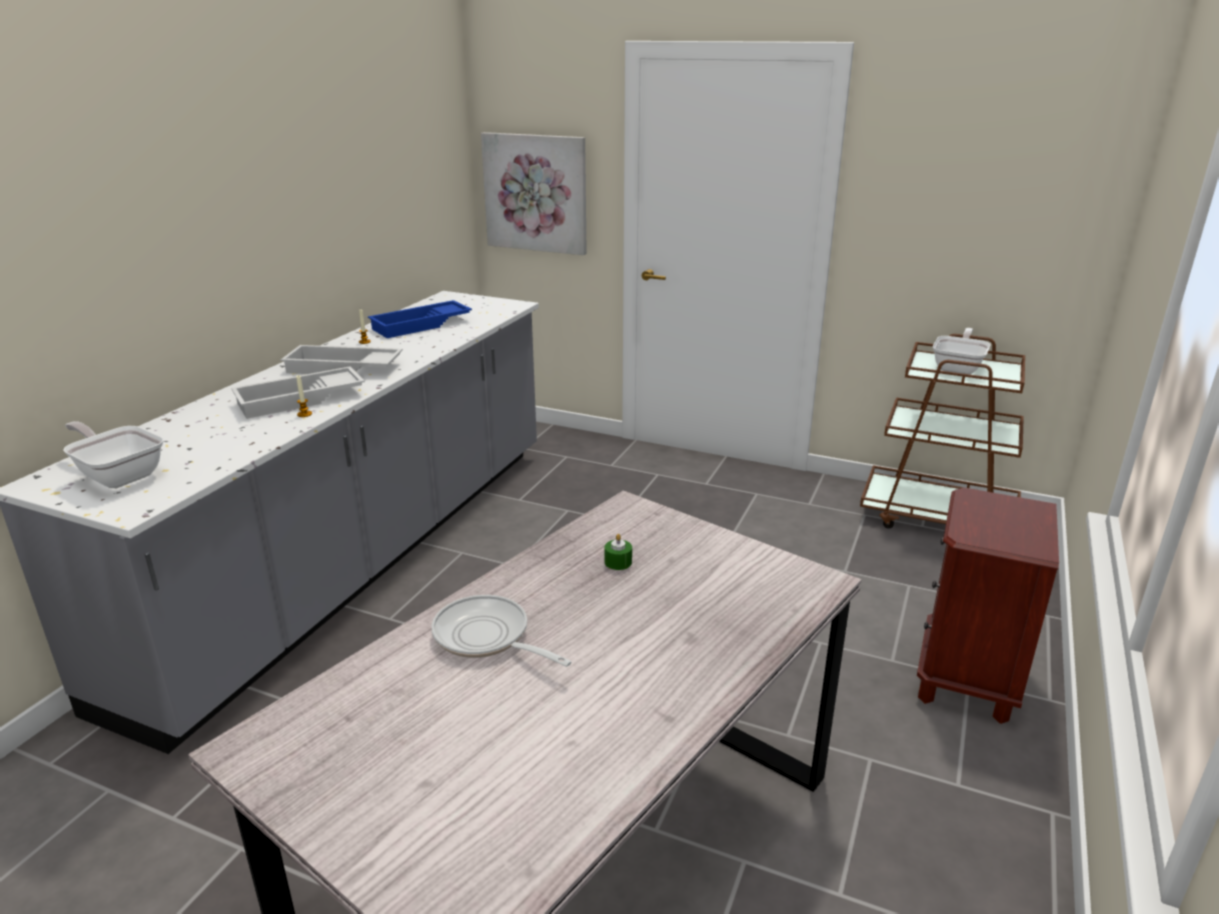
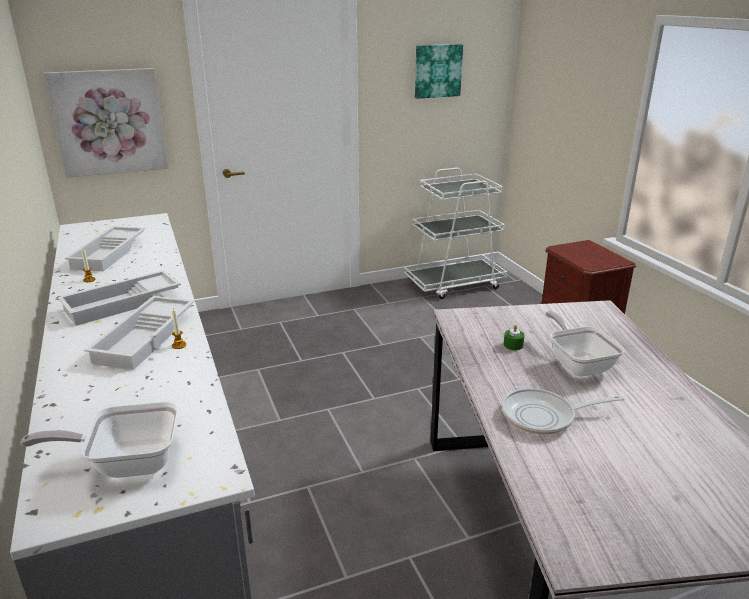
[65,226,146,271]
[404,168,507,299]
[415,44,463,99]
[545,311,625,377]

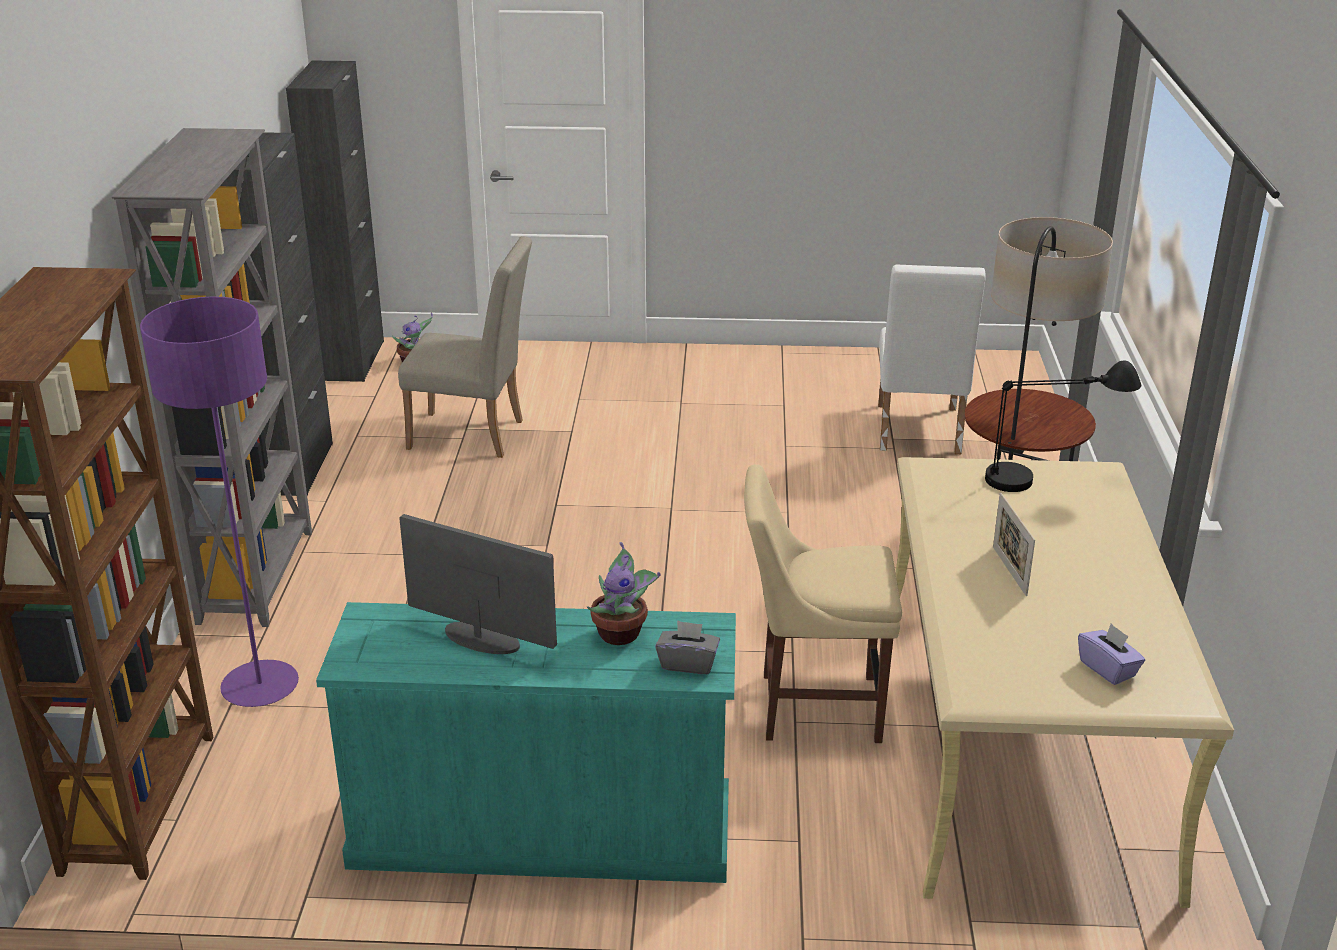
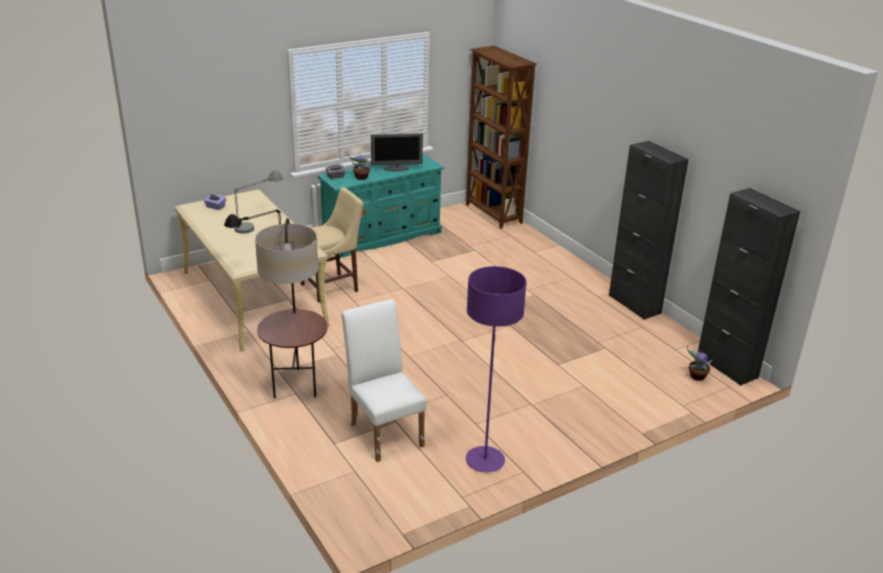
[234,169,283,234]
[466,266,526,472]
[112,128,312,627] (first image)
[398,236,532,458] (first image)

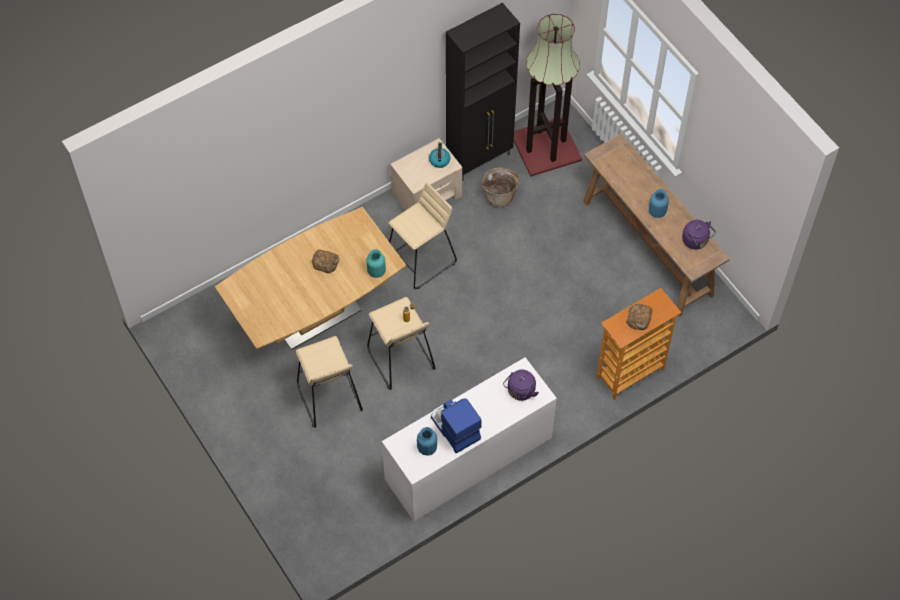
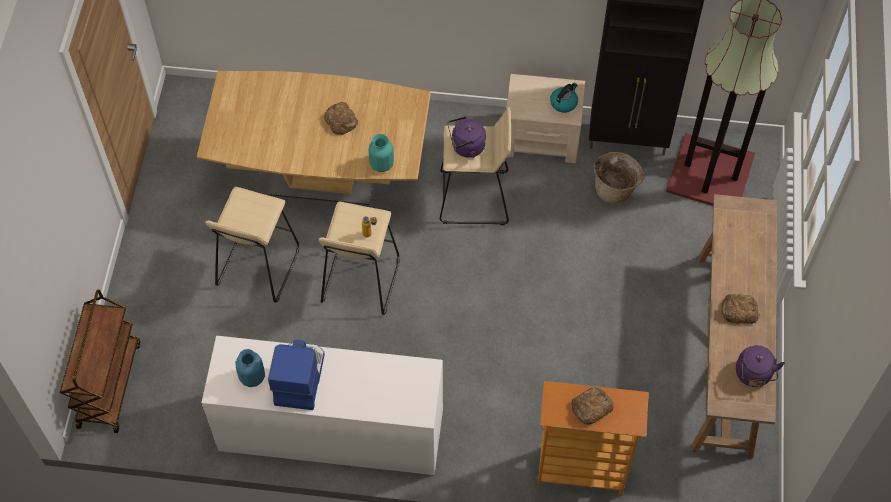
[60,290,140,433]
[447,116,486,158]
[721,294,760,324]

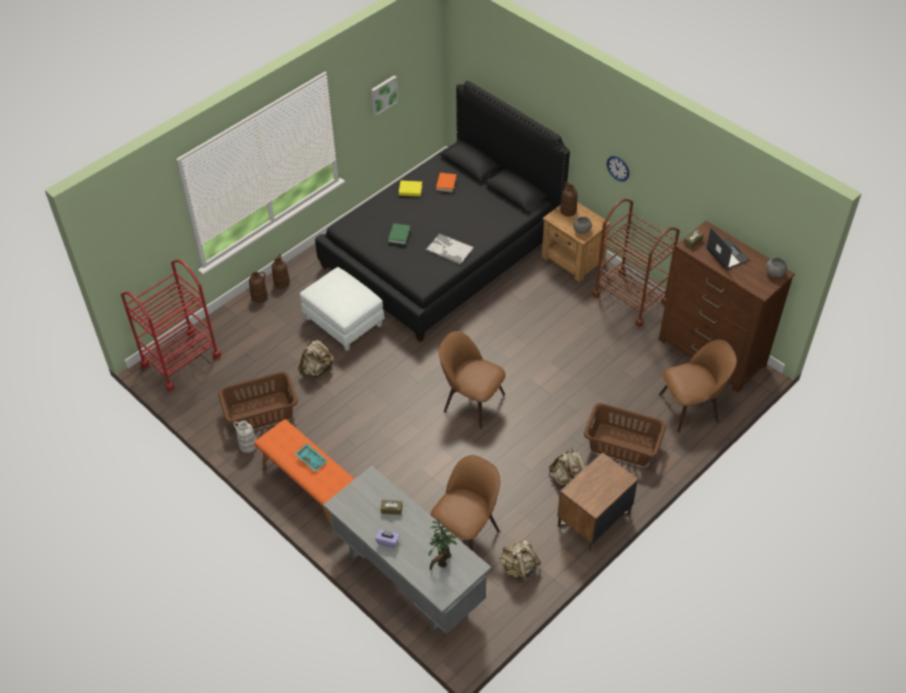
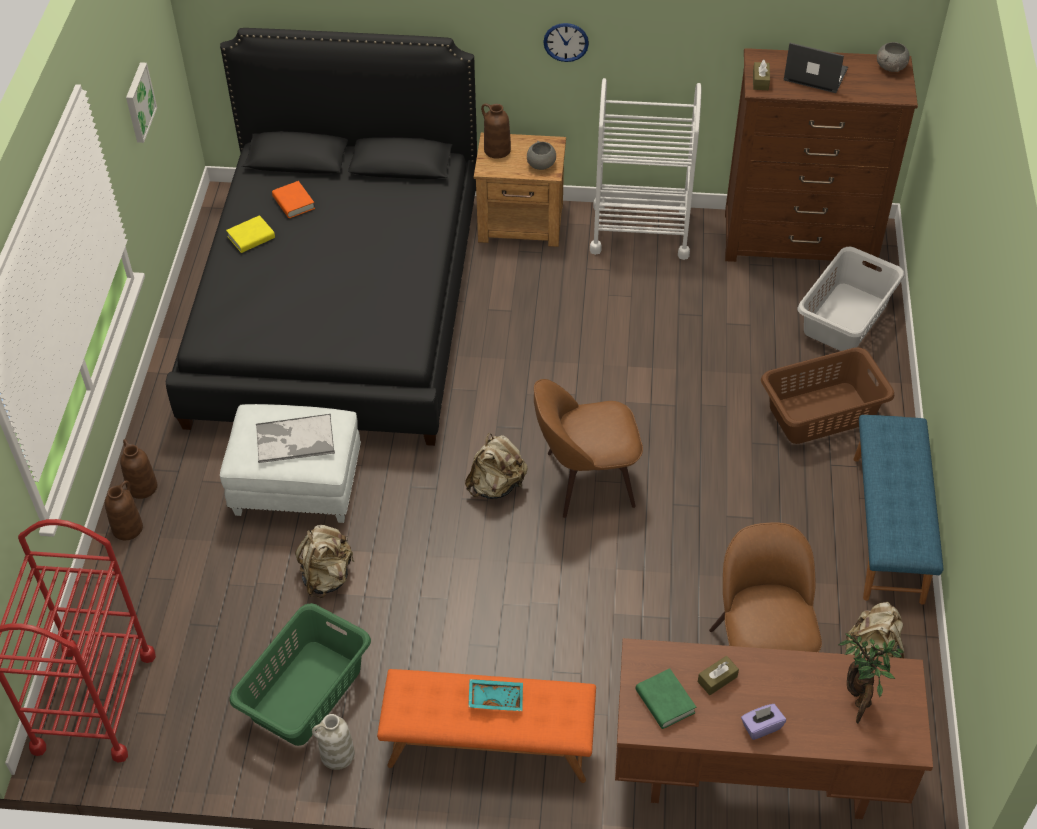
[229,603,371,746]
[256,414,335,463]
[465,433,528,499]
[590,78,701,260]
[615,638,933,819]
[636,668,696,729]
[797,247,904,351]
[853,415,943,605]

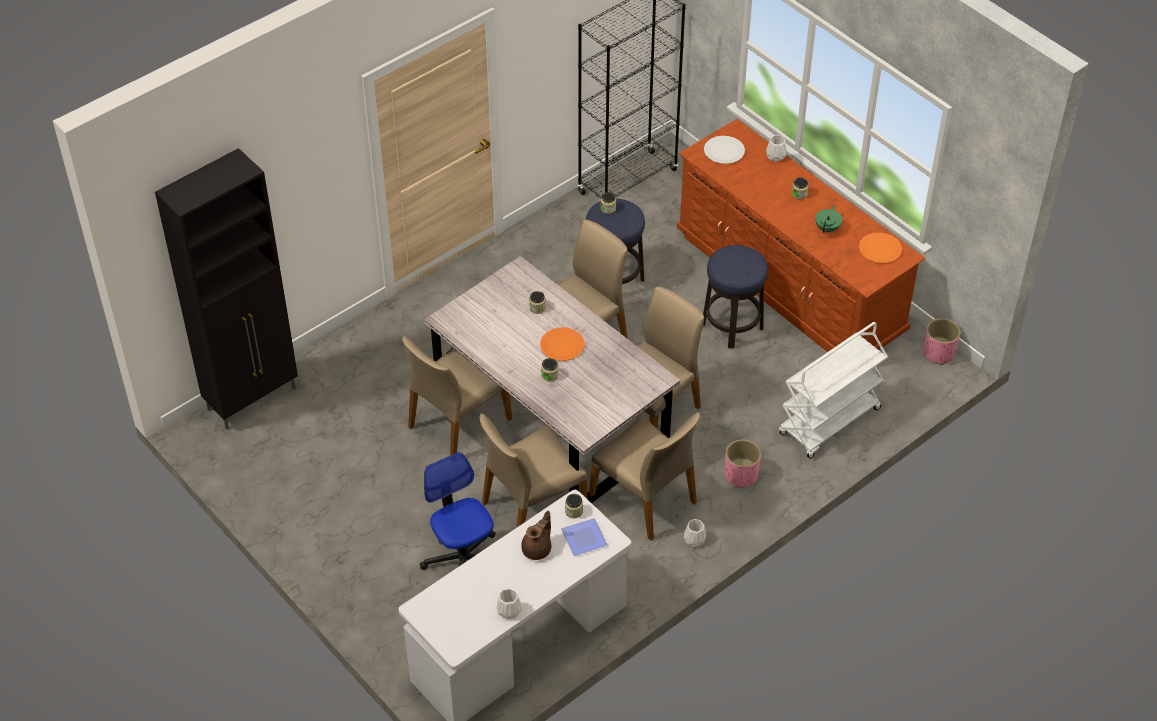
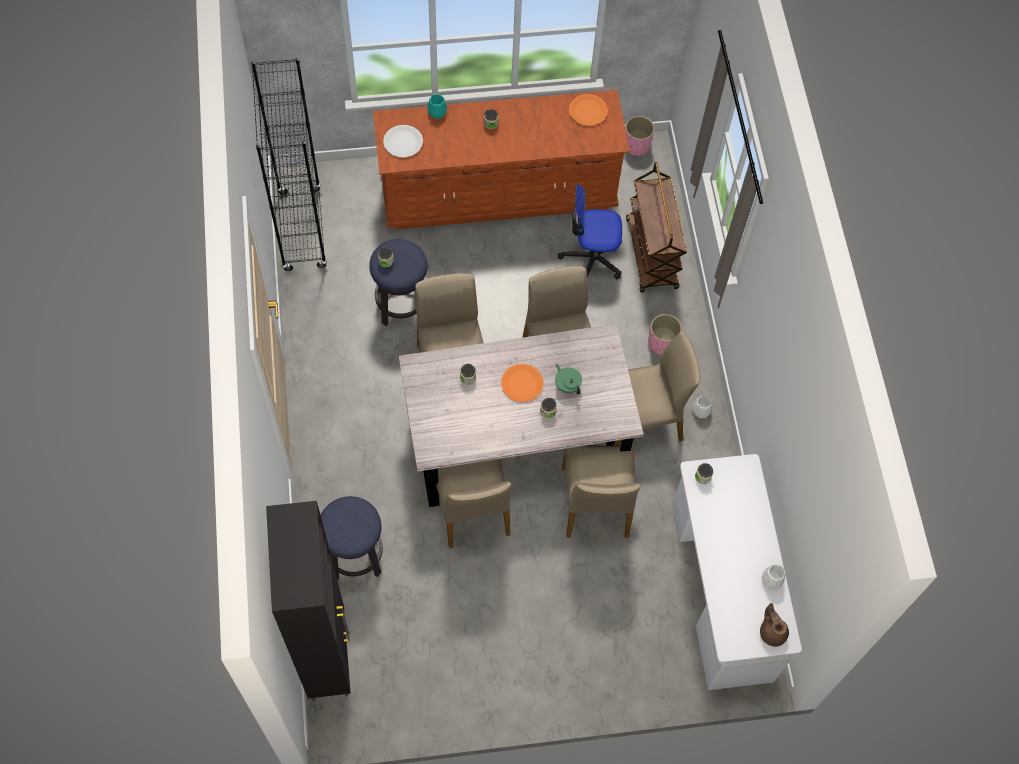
[321,496,383,581]
[427,94,447,119]
[555,364,582,395]
[558,184,622,280]
[626,162,687,293]
[760,603,789,647]
[561,518,608,556] (first image)

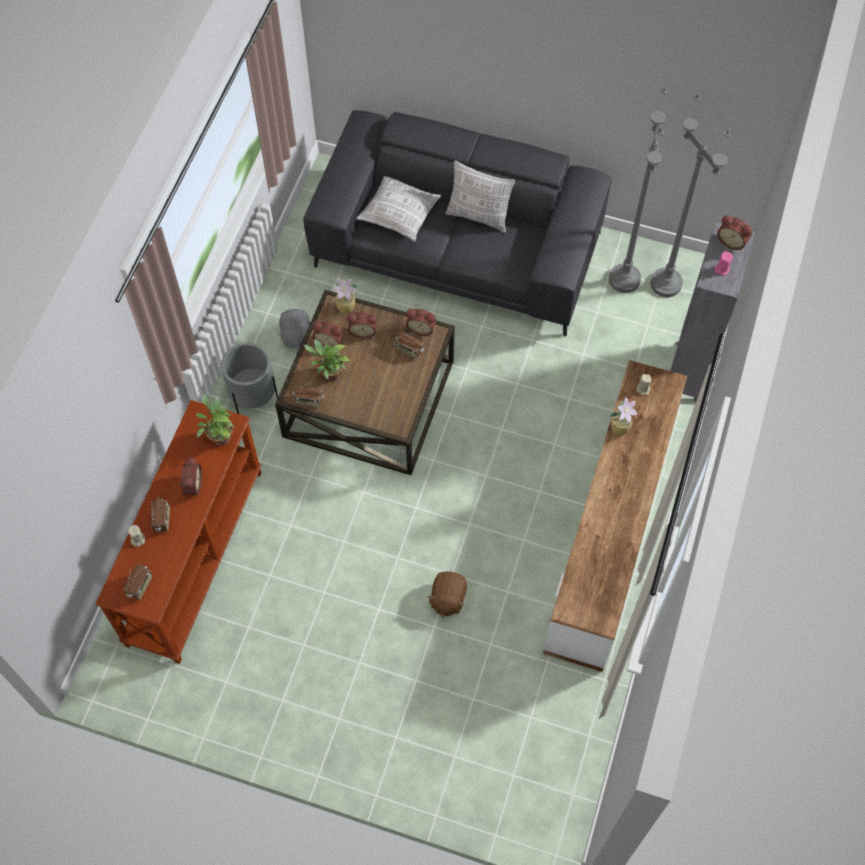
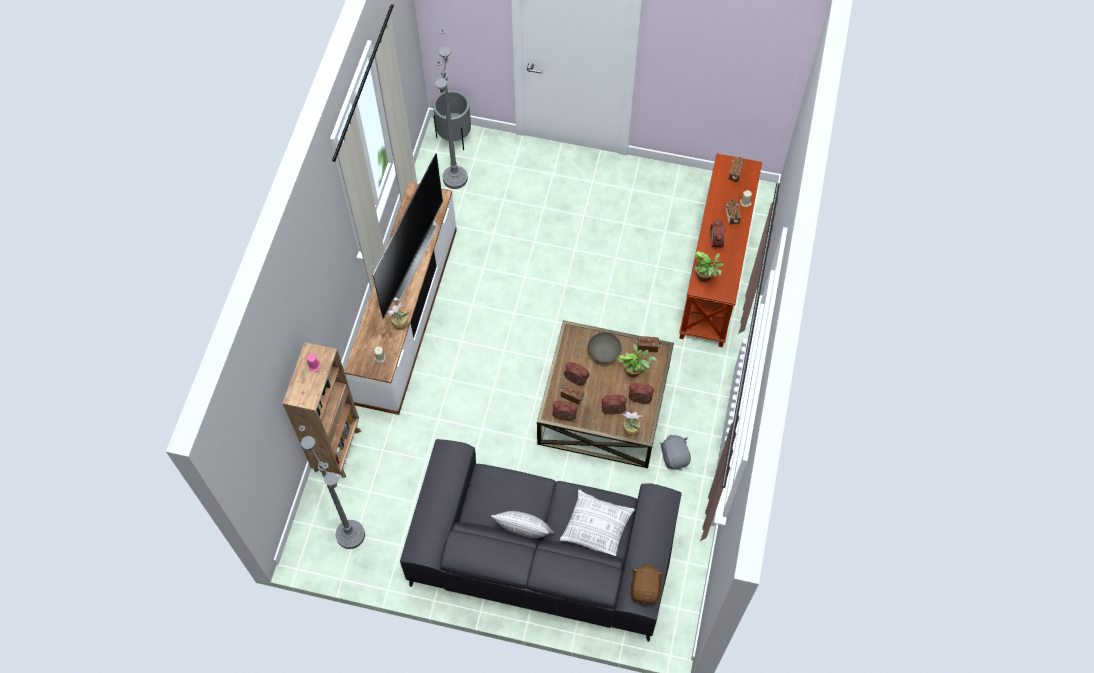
[283,342,361,478]
[372,153,443,319]
[433,91,471,150]
[435,28,468,189]
[564,362,590,386]
[588,333,621,363]
[631,563,664,605]

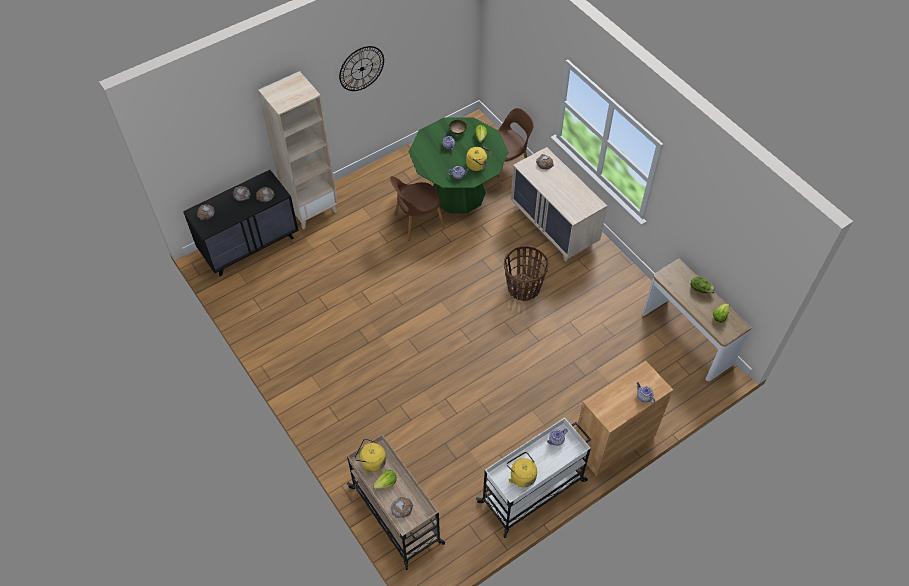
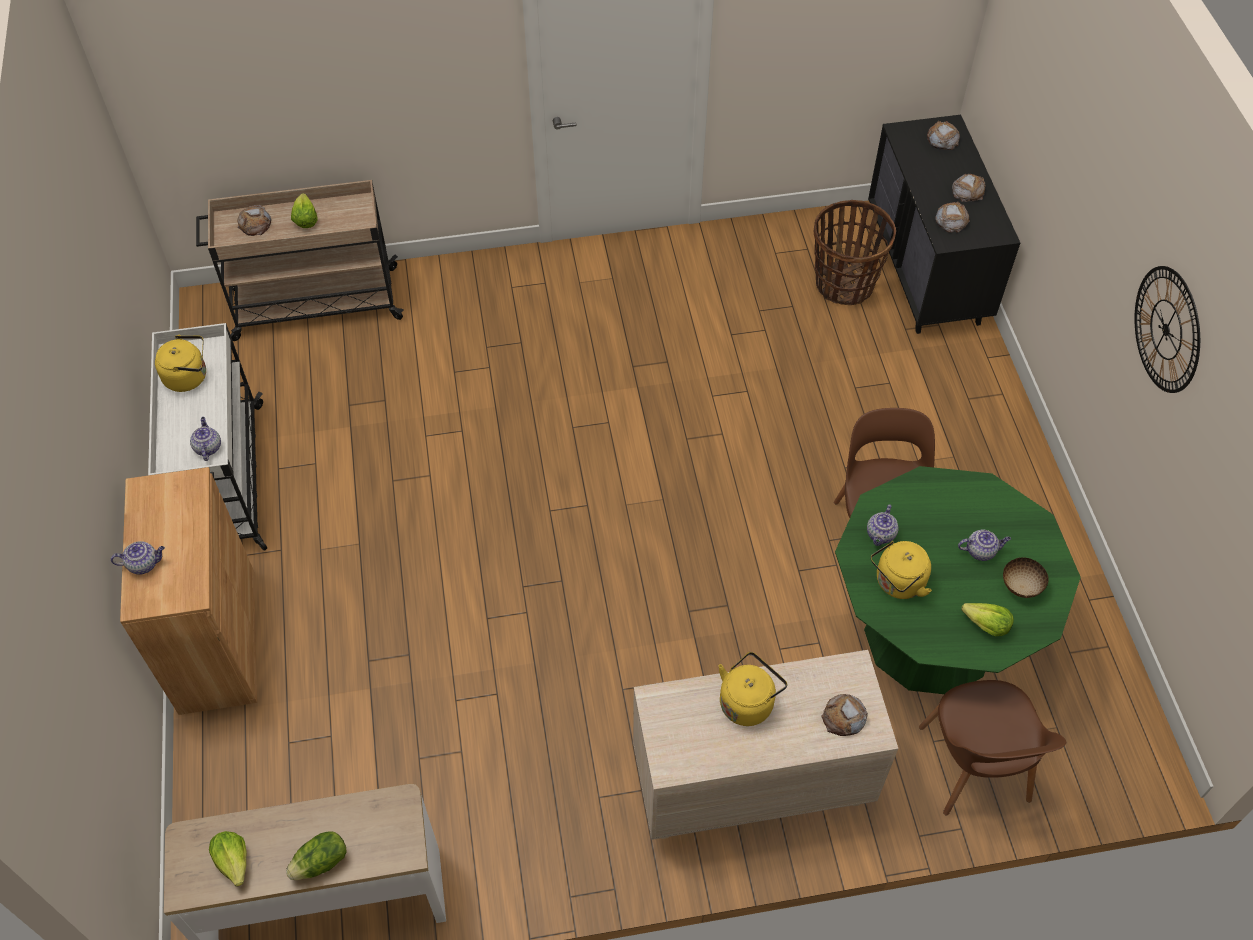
[719,652,787,726]
[813,200,896,305]
[258,71,338,229] (first image)

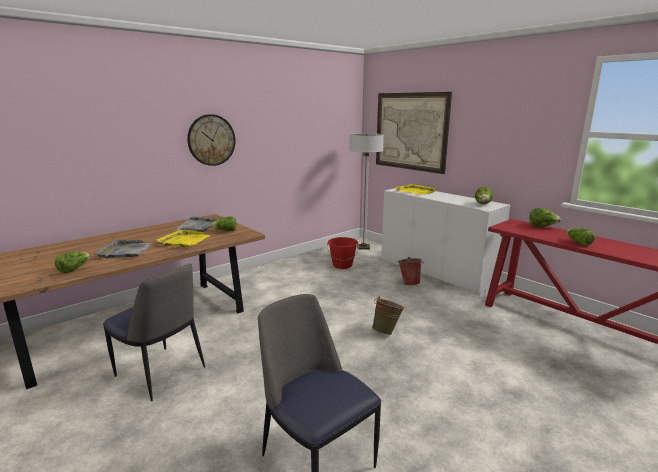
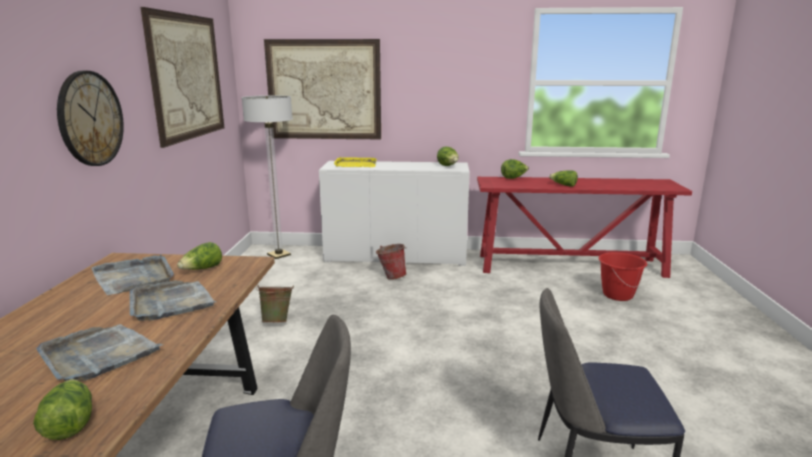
[130,280,216,321]
[140,7,224,148]
[256,285,294,323]
[599,252,647,301]

